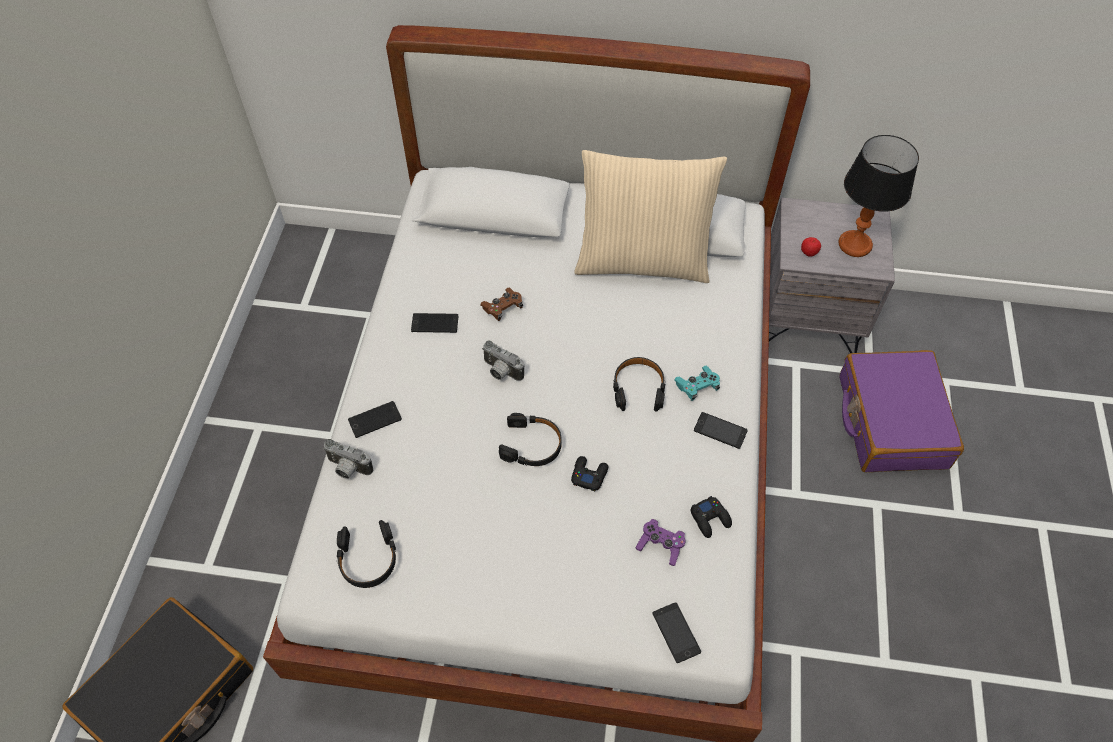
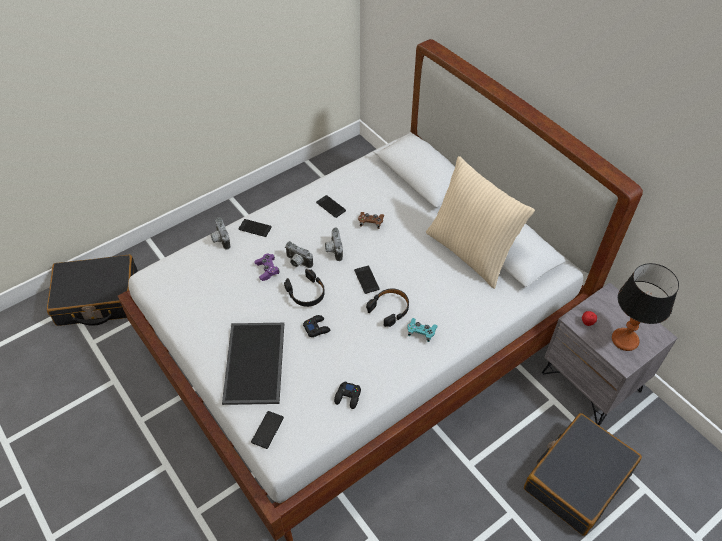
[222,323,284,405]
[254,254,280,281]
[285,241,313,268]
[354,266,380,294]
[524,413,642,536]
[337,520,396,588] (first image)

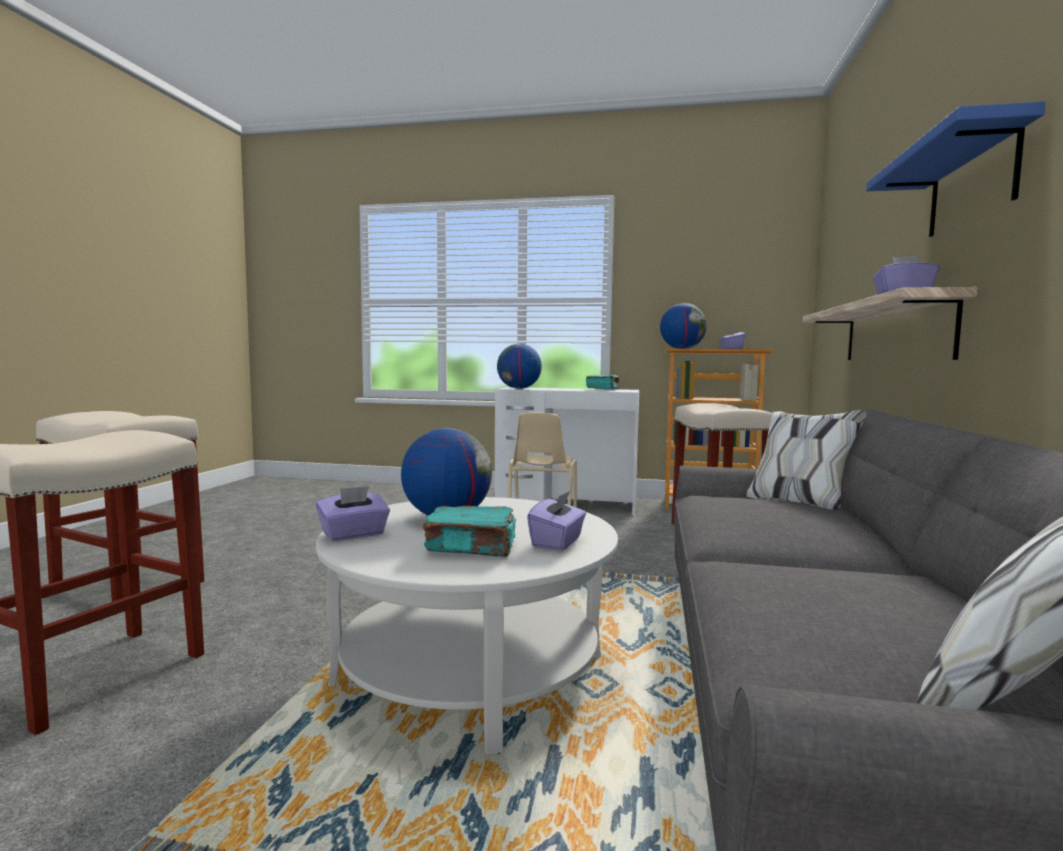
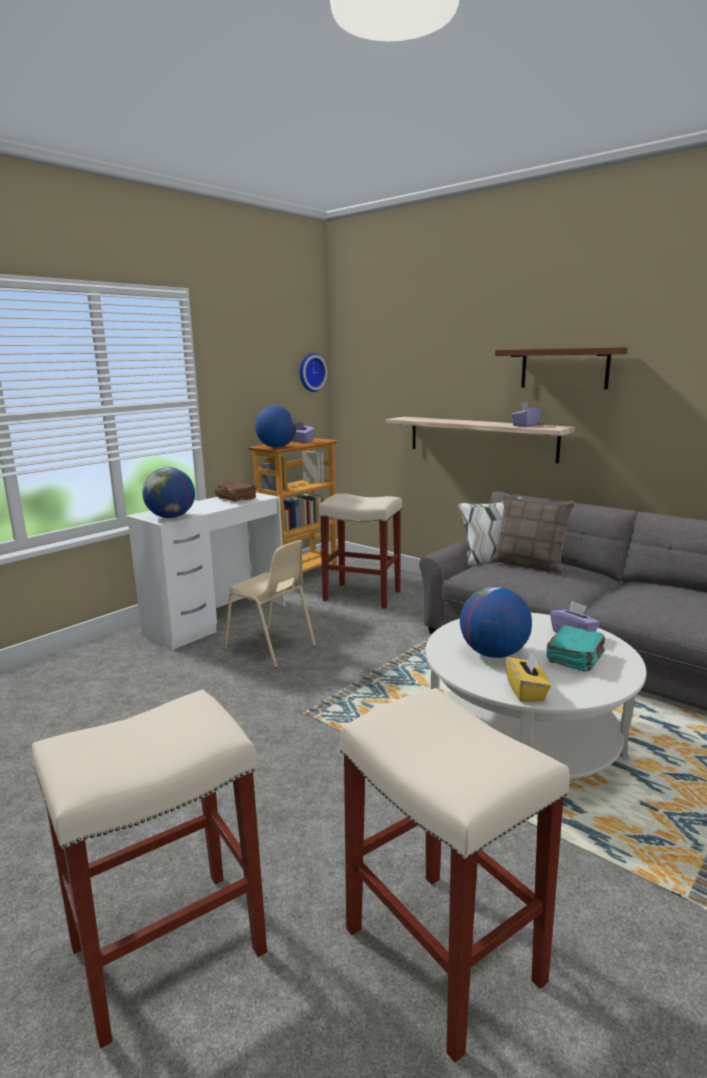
[215,482,257,502]
[299,353,328,392]
[491,494,575,574]
[495,347,627,389]
[506,652,551,702]

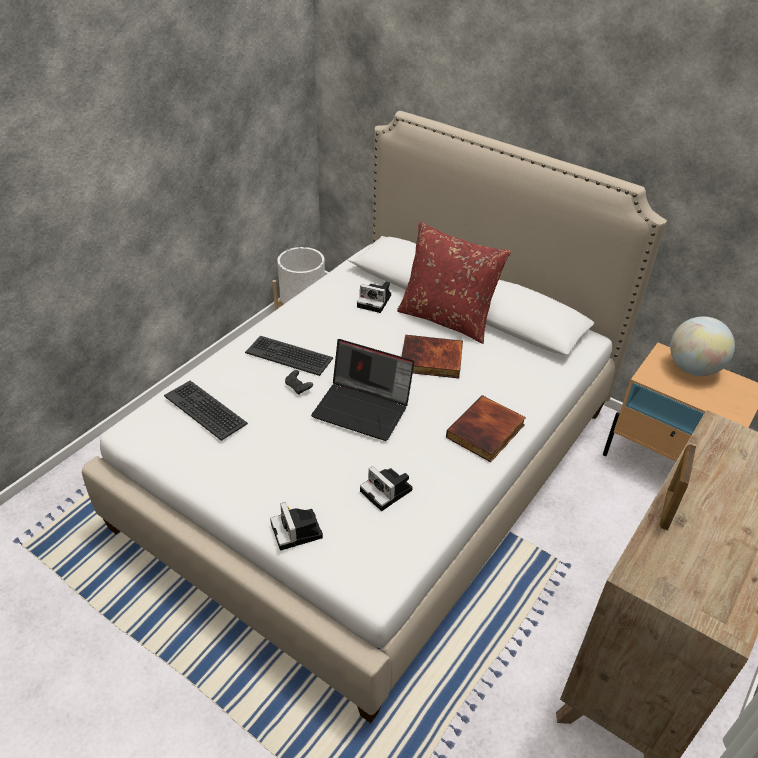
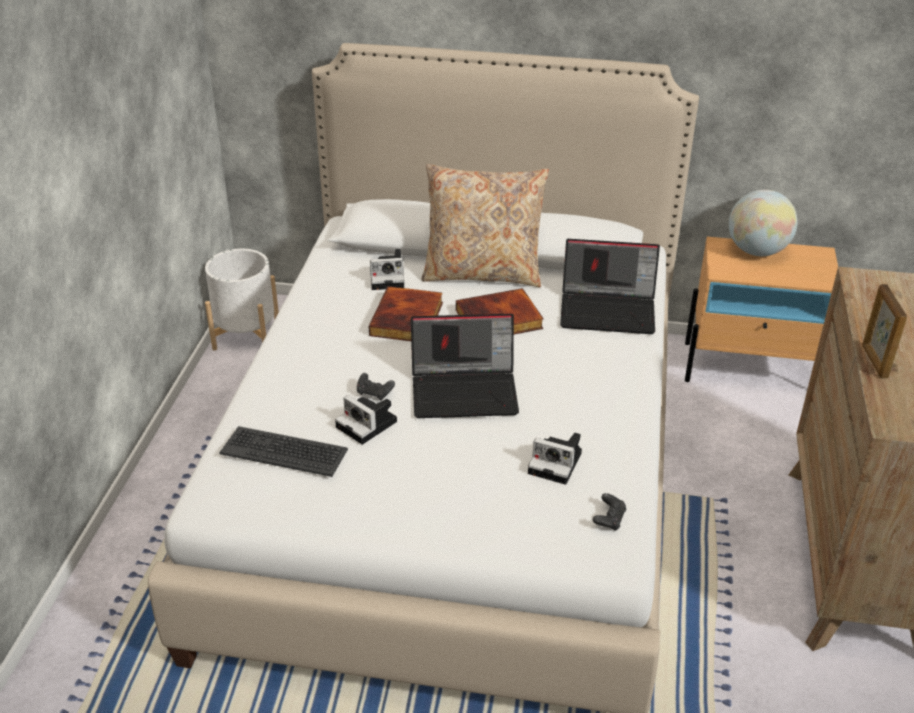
[335,395,397,445]
[369,286,443,341]
[421,164,549,287]
[560,239,660,334]
[593,493,626,531]
[245,336,333,376] (first image)

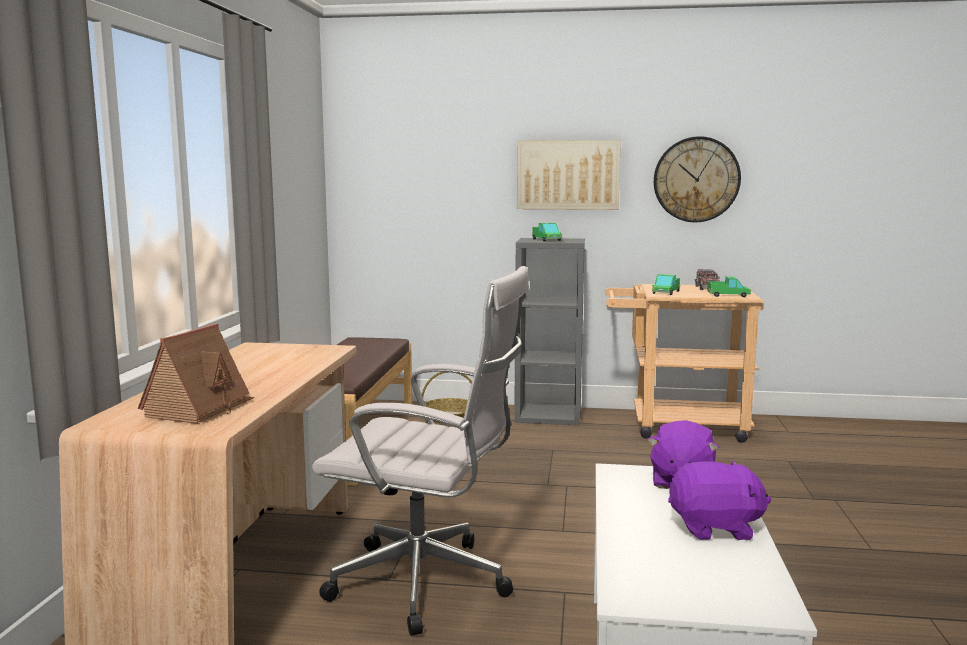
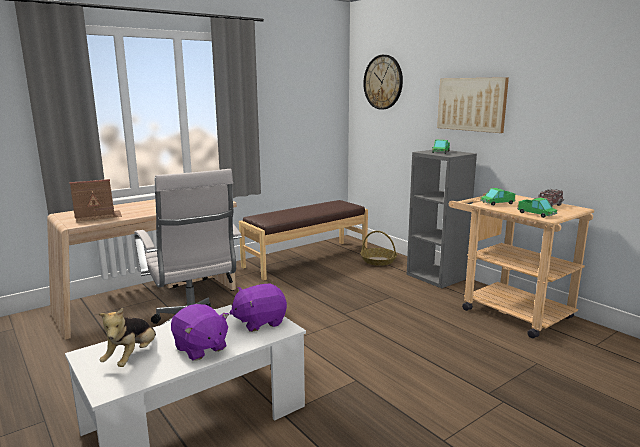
[99,308,156,367]
[363,55,403,110]

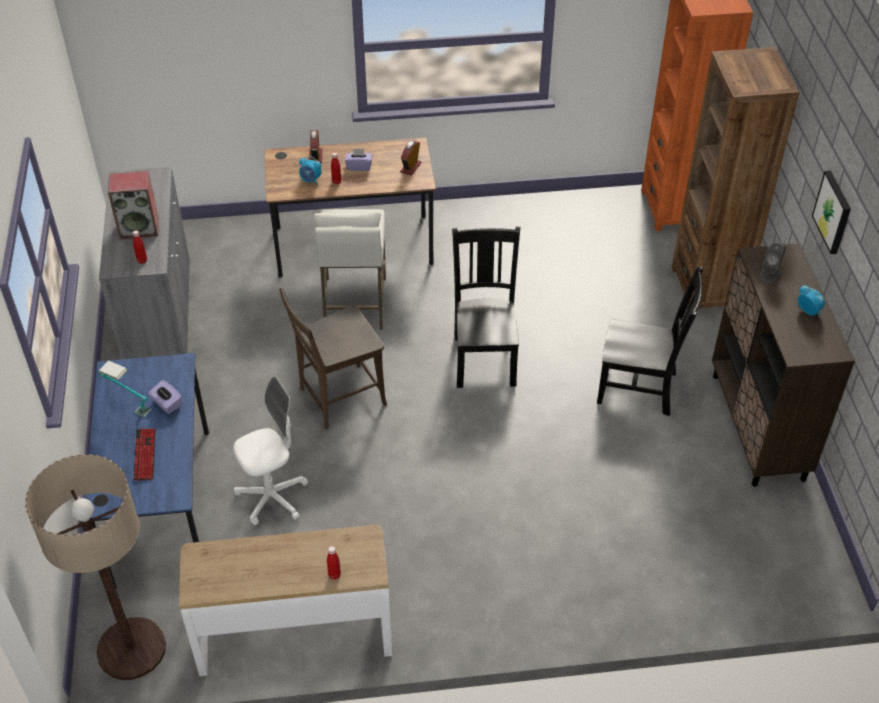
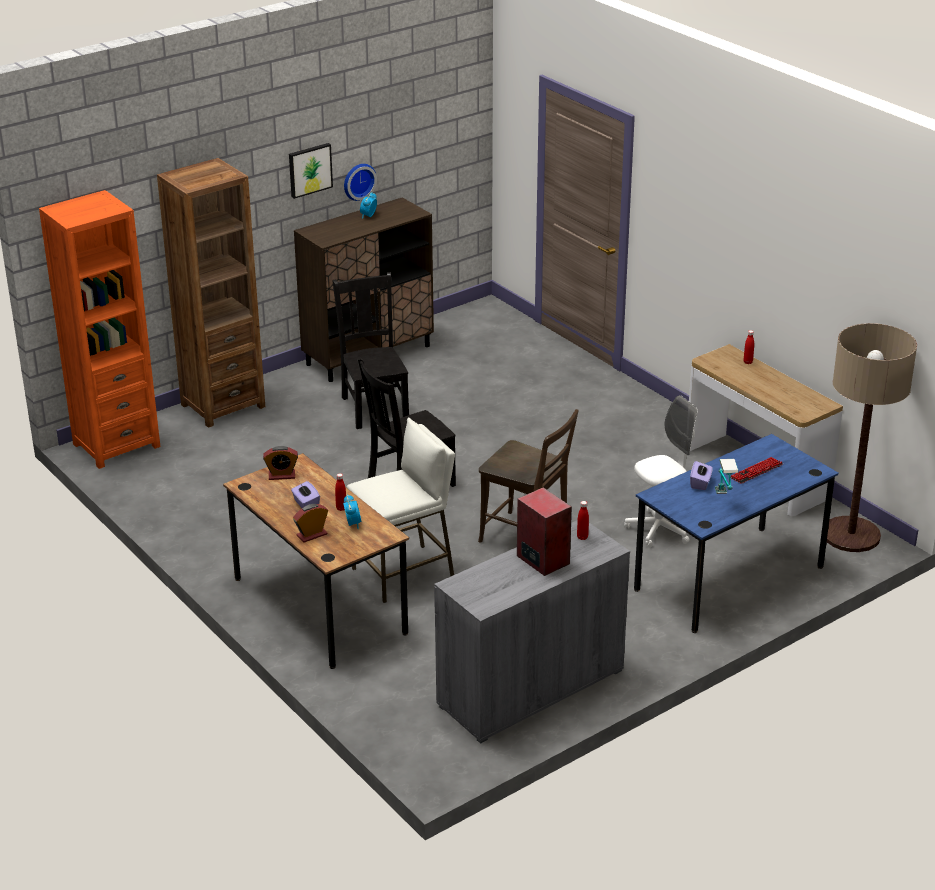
[344,164,377,201]
[624,395,698,548]
[759,242,786,283] (first image)

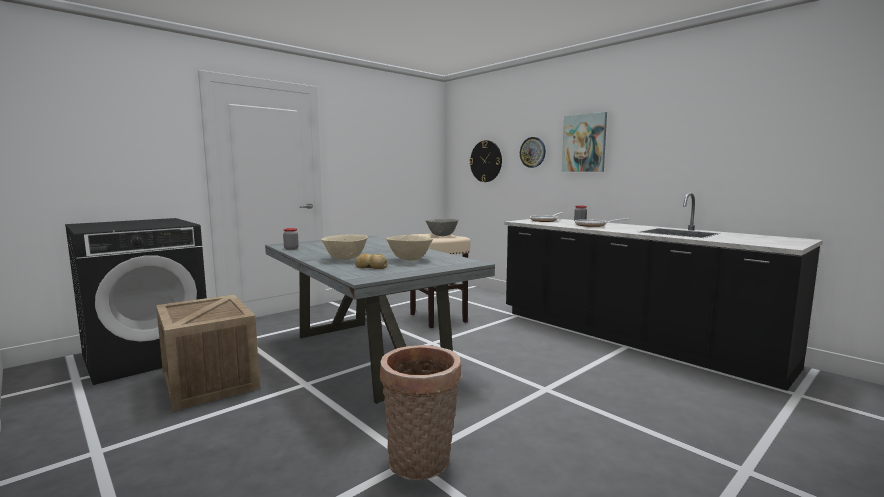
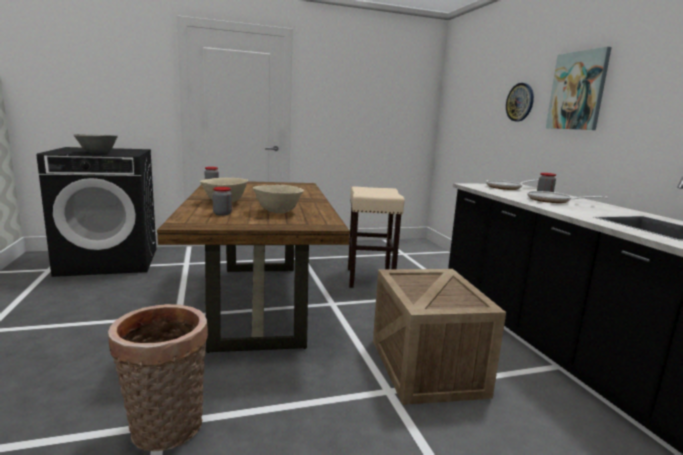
[74,134,118,154]
[157,181,350,353]
[213,187,232,216]
[373,269,506,405]
[469,140,502,182] (first image)

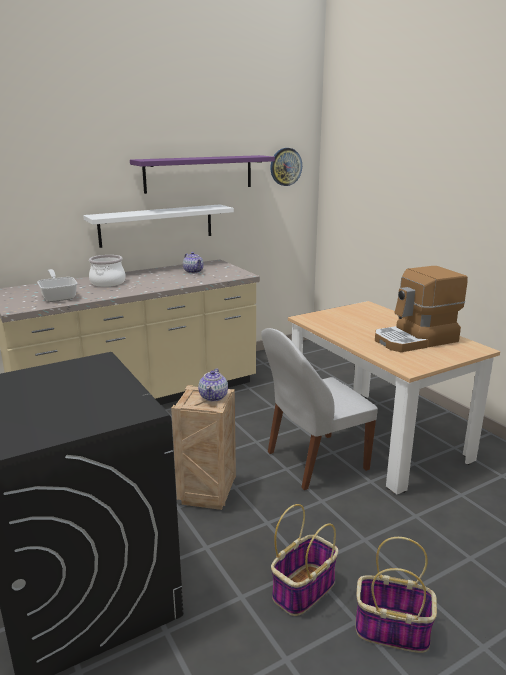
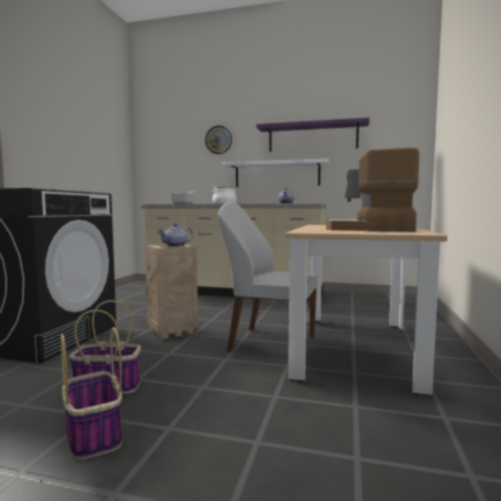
[205,125,232,154]

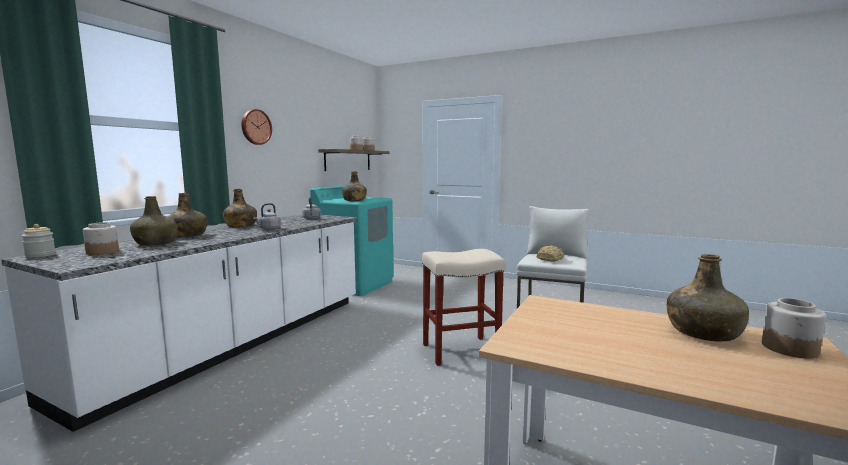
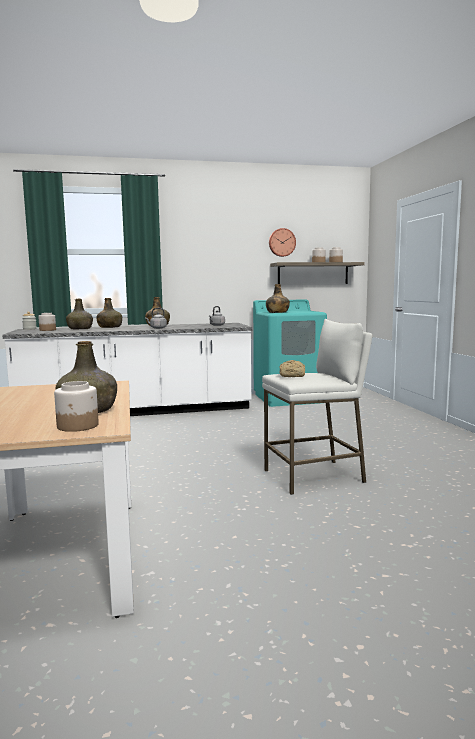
[269,228,296,257]
[422,249,505,366] (first image)

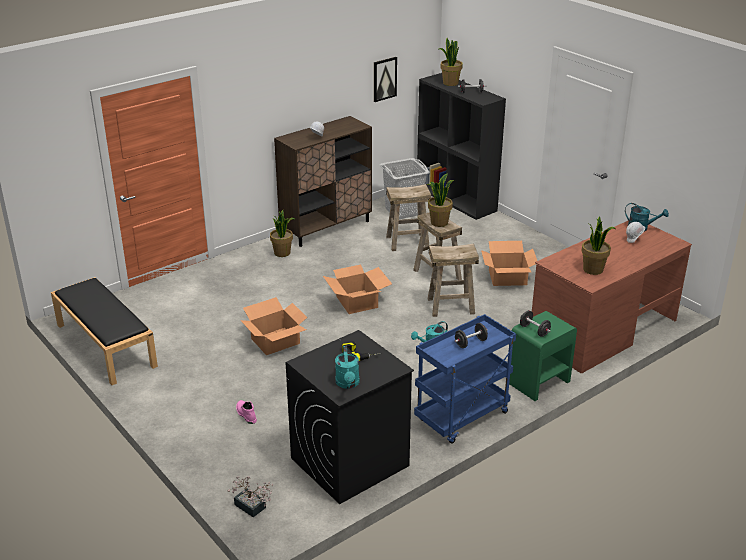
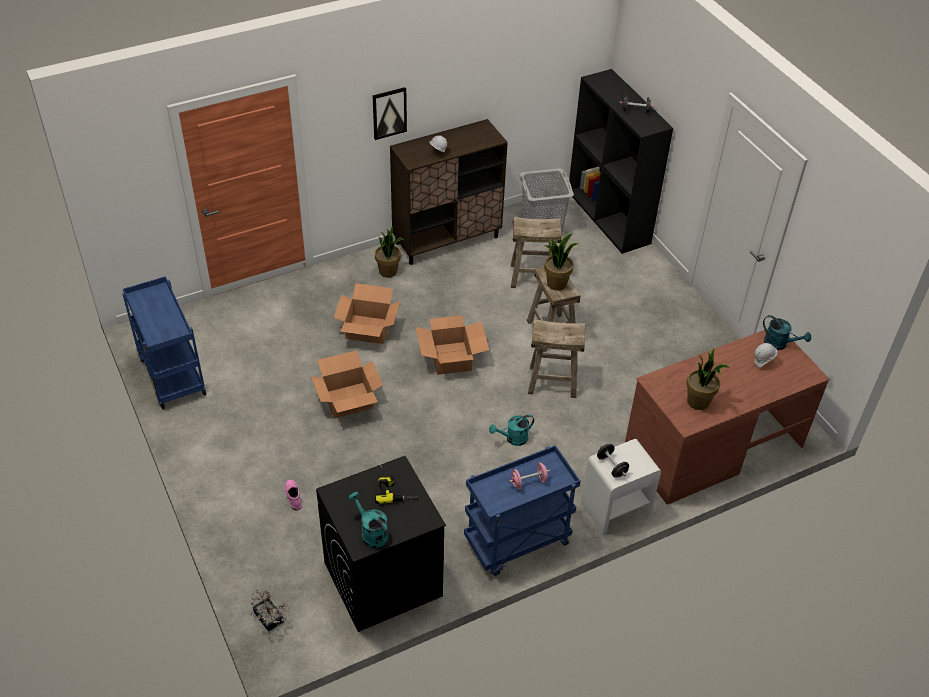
[122,276,206,409]
[334,283,400,344]
[349,492,389,548]
[372,87,407,140]
[509,462,550,490]
[581,439,661,534]
[438,38,463,86] (first image)

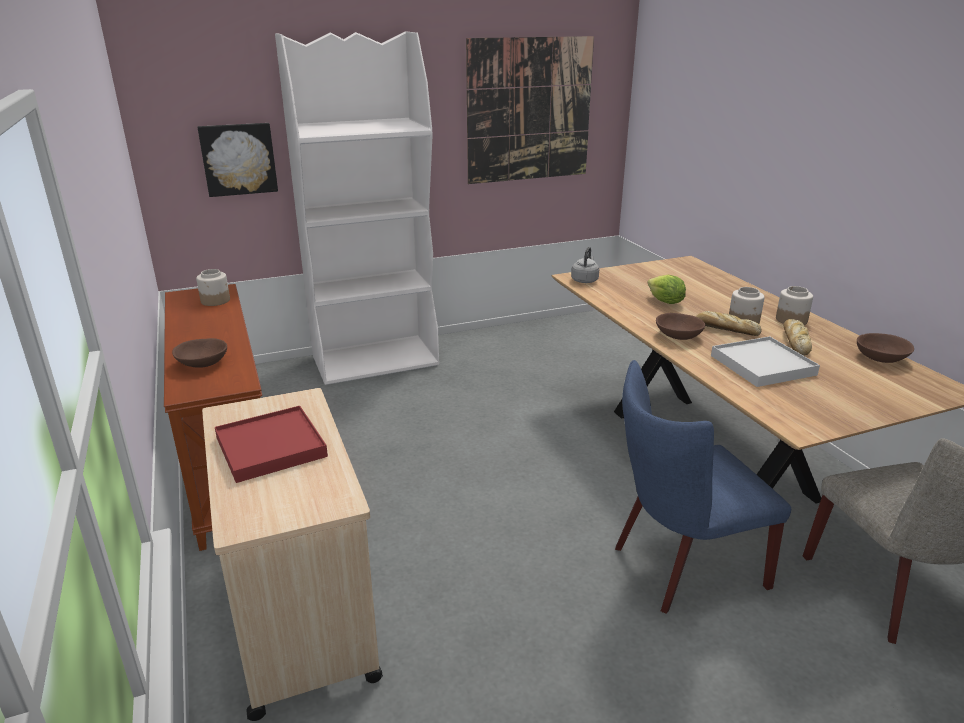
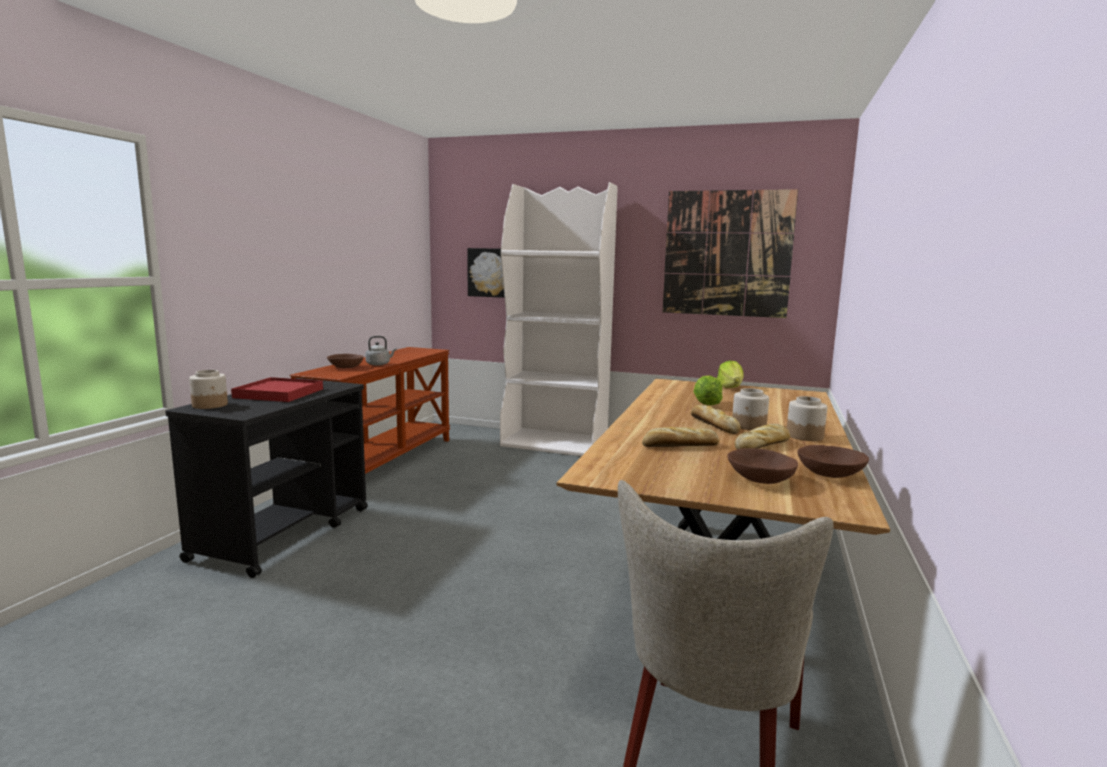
[165,378,368,578]
[189,370,228,409]
[365,336,397,366]
[642,427,719,447]
[717,361,744,388]
[727,448,798,484]
[615,360,791,614] (first image)

